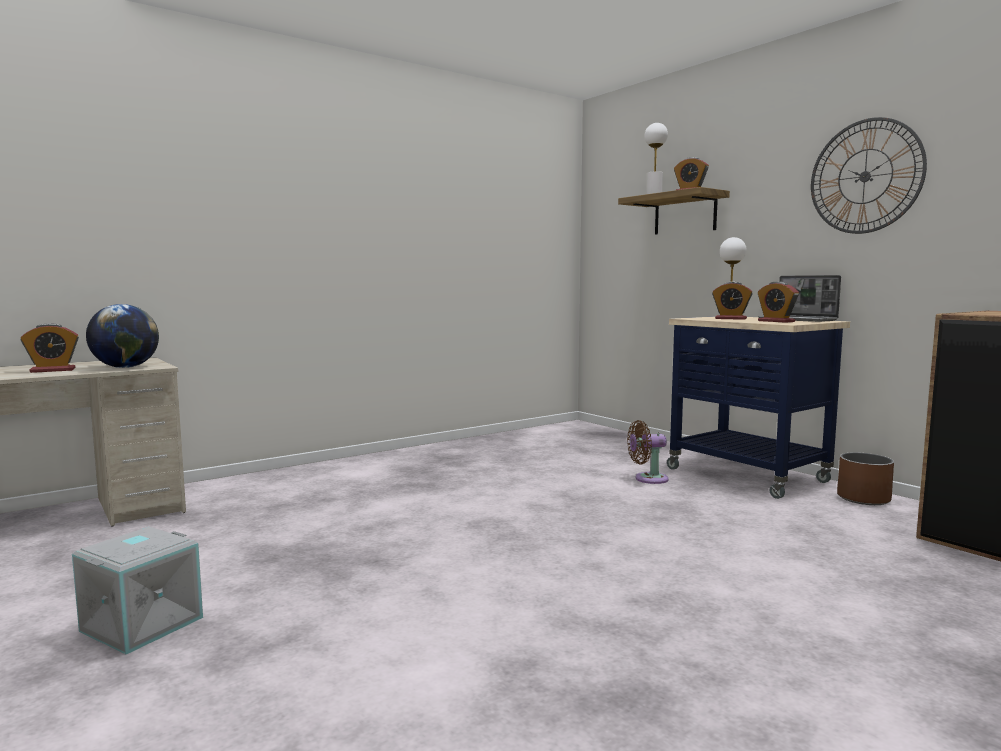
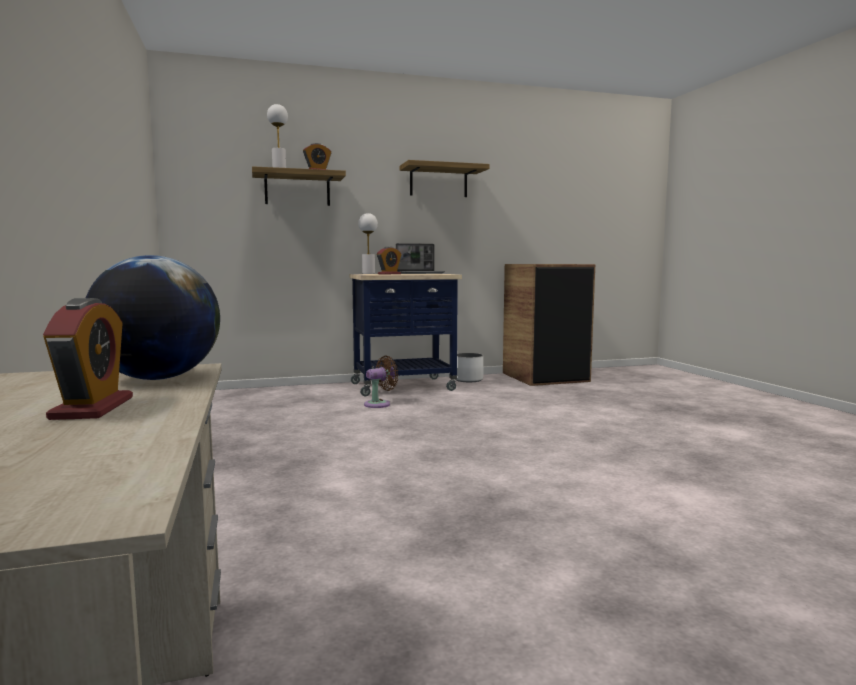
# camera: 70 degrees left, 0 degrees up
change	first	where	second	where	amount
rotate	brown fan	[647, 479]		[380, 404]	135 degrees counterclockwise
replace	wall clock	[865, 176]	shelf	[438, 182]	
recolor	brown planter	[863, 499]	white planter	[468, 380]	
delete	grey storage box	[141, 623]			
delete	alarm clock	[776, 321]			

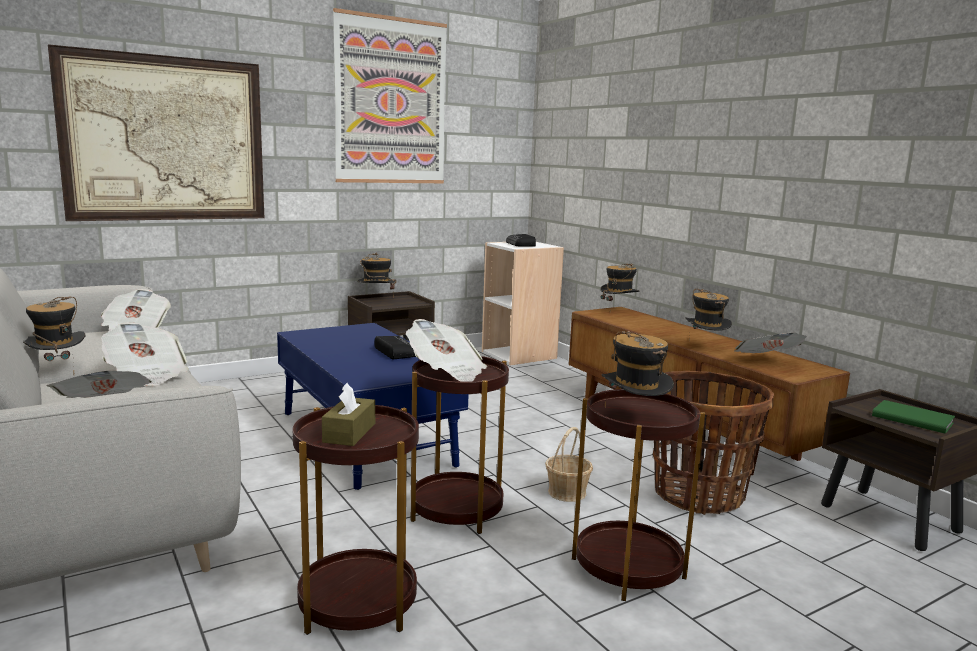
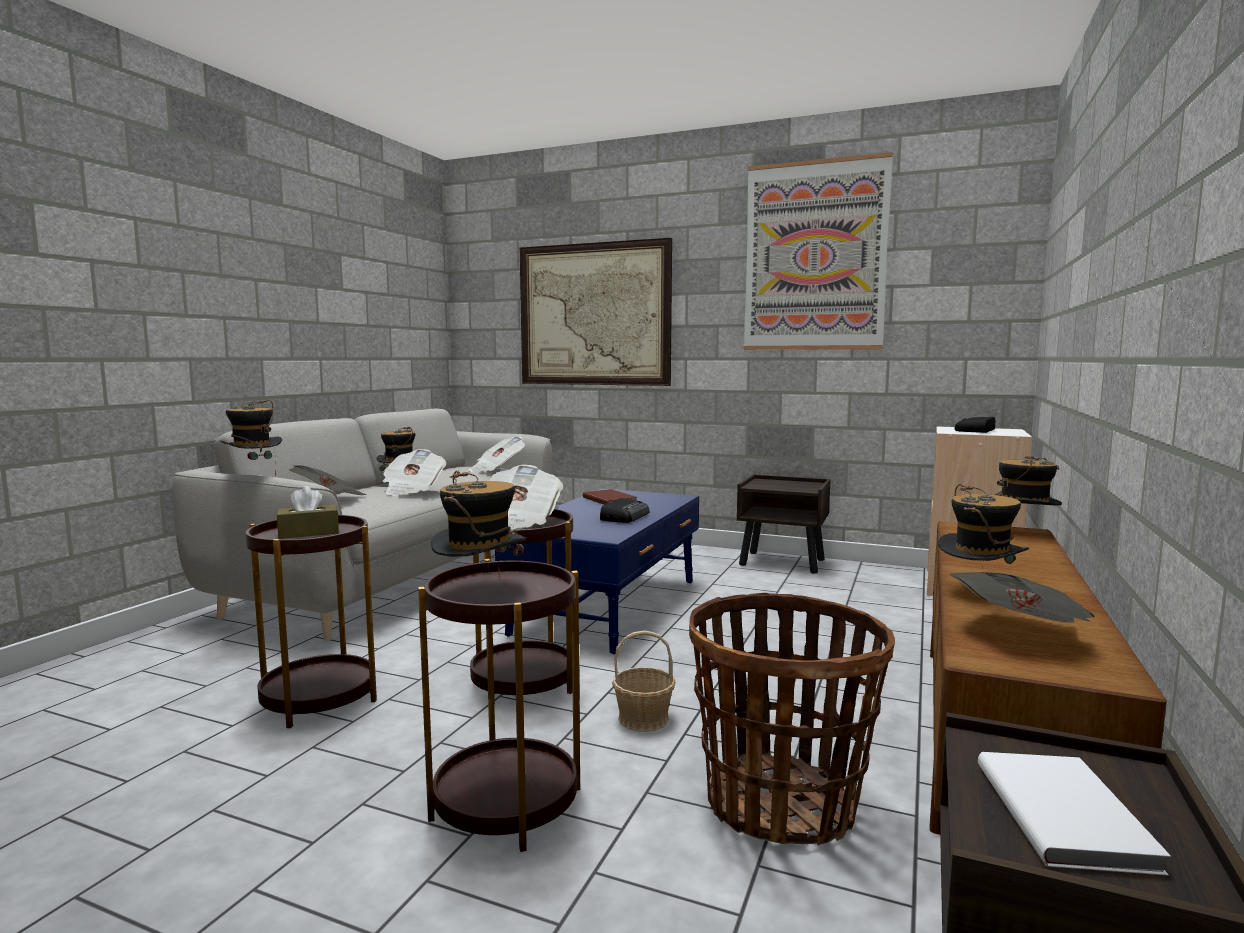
# camera: 55 degrees right, 5 degrees down
change	first	where	second	where	amount
move	hat	[376, 299]		[254, 474]	
insert			brown book	[610, 500]	
recolor	green book	[911, 419]	white book	[1065, 814]	

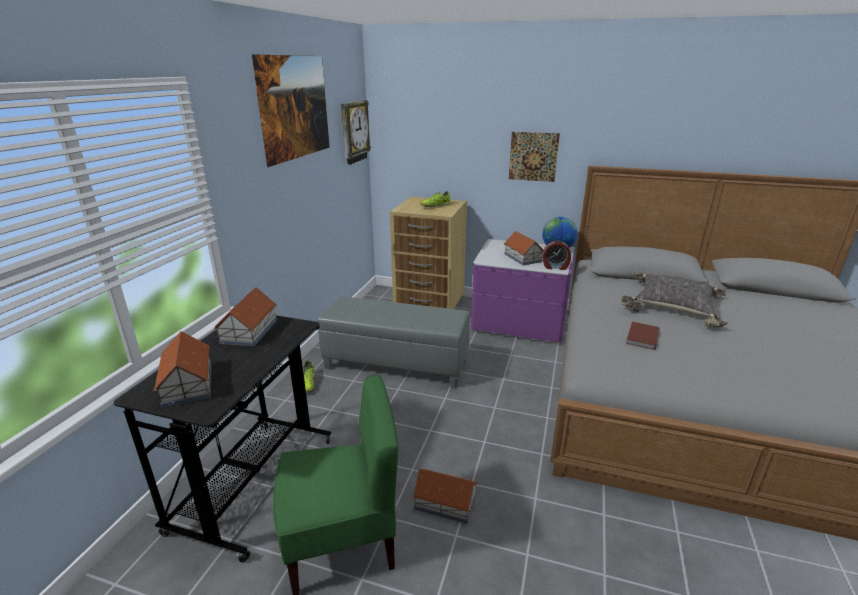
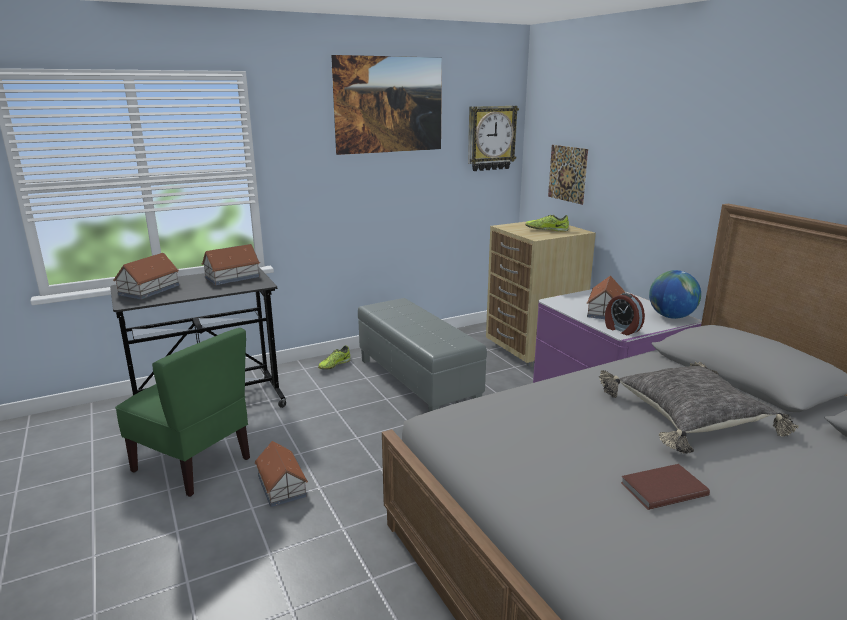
# camera: 45 degrees right, 5 degrees down
change	first	where	second	where	amount
move	picture	[533, 156]		[567, 173]	
move	brown book	[641, 337]		[661, 488]	

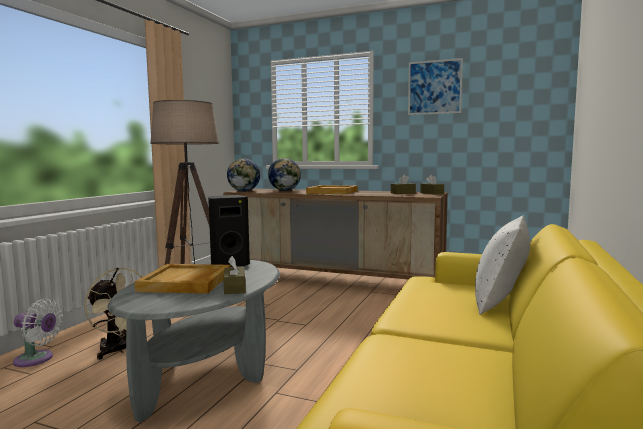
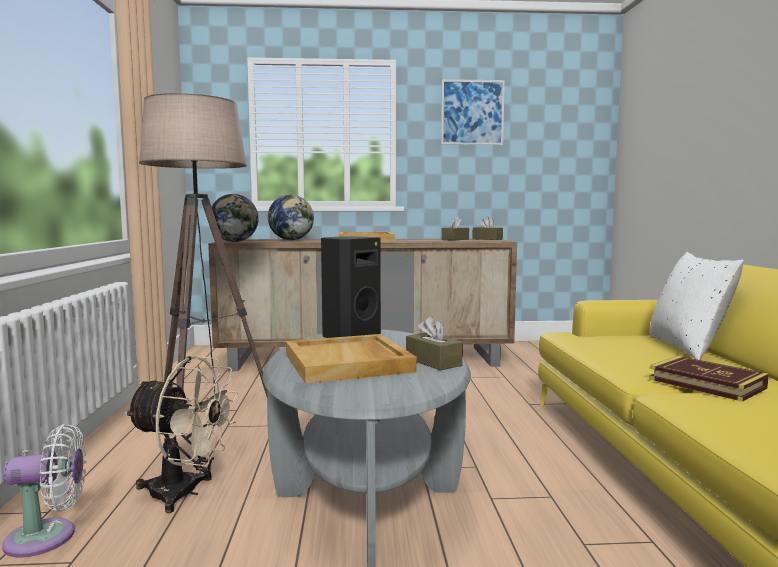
# camera: 25 degrees left, 0 degrees up
change	first	where	second	where	amount
insert			book	[706, 383]	

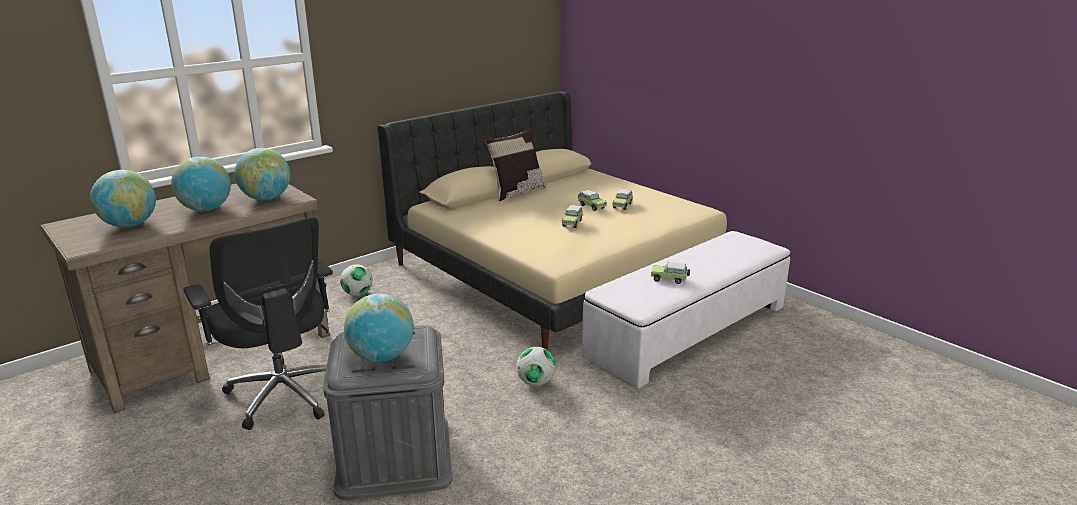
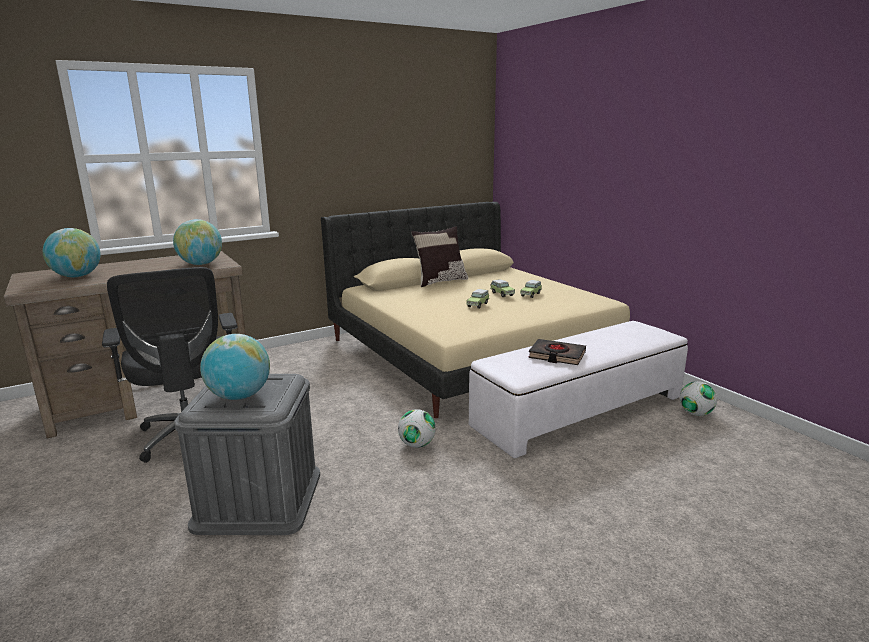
# camera: 10 degrees right, 5 degrees down
change	first	where	second	where	amount
replace	toy car	[670, 279]	black book	[556, 356]	
move	football	[358, 294]		[695, 413]	
delete	globe	[206, 209]			

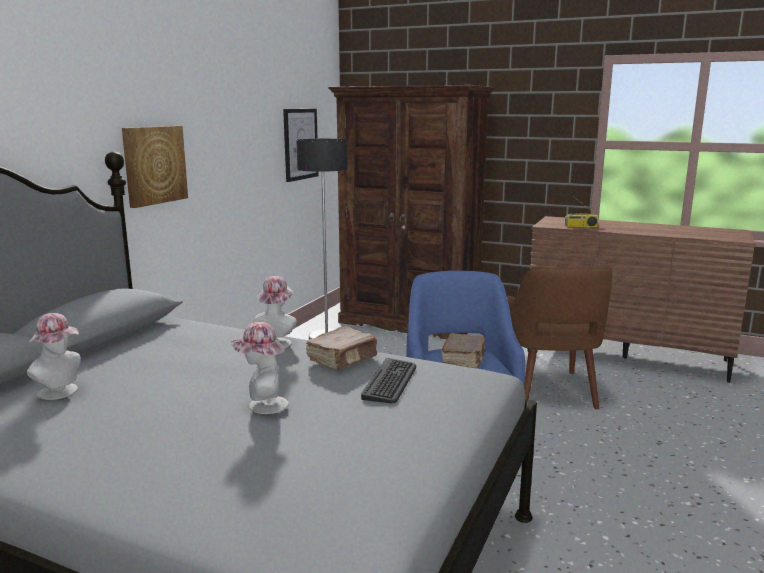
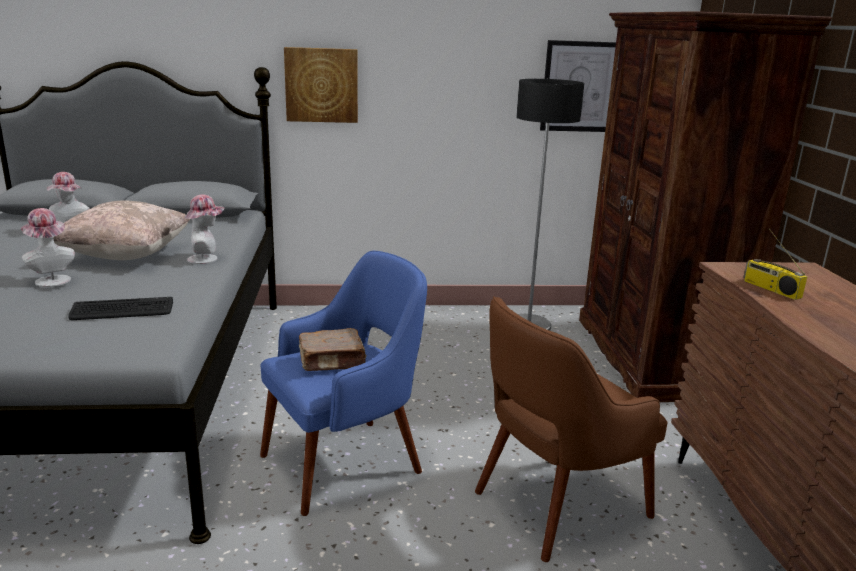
# camera: 60 degrees right, 5 degrees up
change	first	where	second	where	amount
insert			beige pillow	[126, 255]	
delete	brown book	[343, 359]			

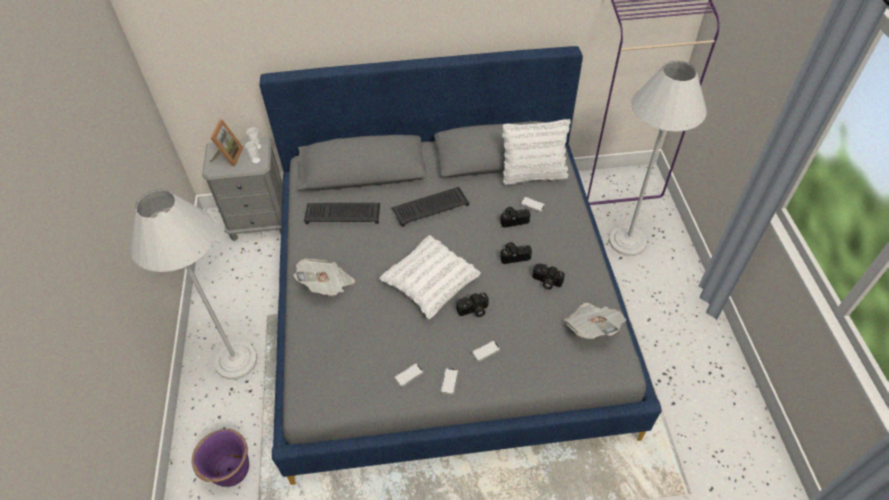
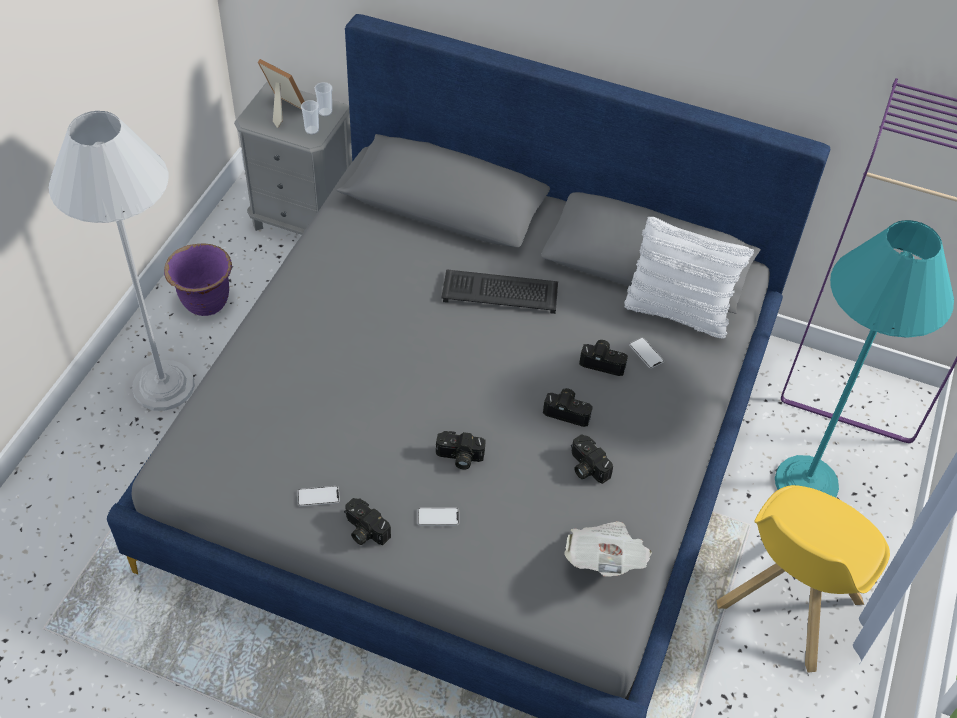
# camera: 25 degrees right, 0 degrees up
change	first	where	second	where	amount
move	purple planter	[231, 471]		[205, 302]	
rotate	picture frame	[228, 156]		[281, 110]	90 degrees counterclockwise
replace	phone	[449, 381]	photo camera	[364, 531]	
insert			yellow chair	[786, 606]	
recolor	white floor lamp	[627, 241]	turquoise floor lamp	[806, 483]	
delete	newspaper	[327, 285]			
delete	keyboard	[343, 213]			
delete	white pillow	[430, 282]			

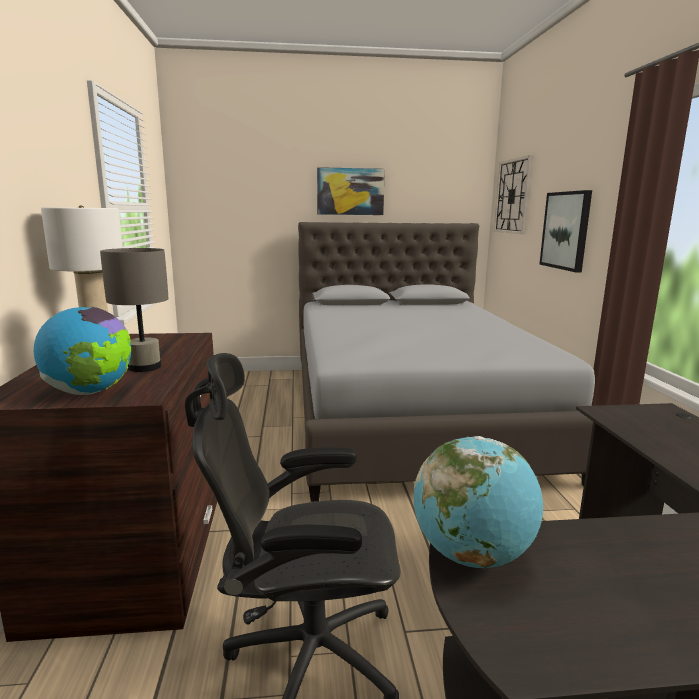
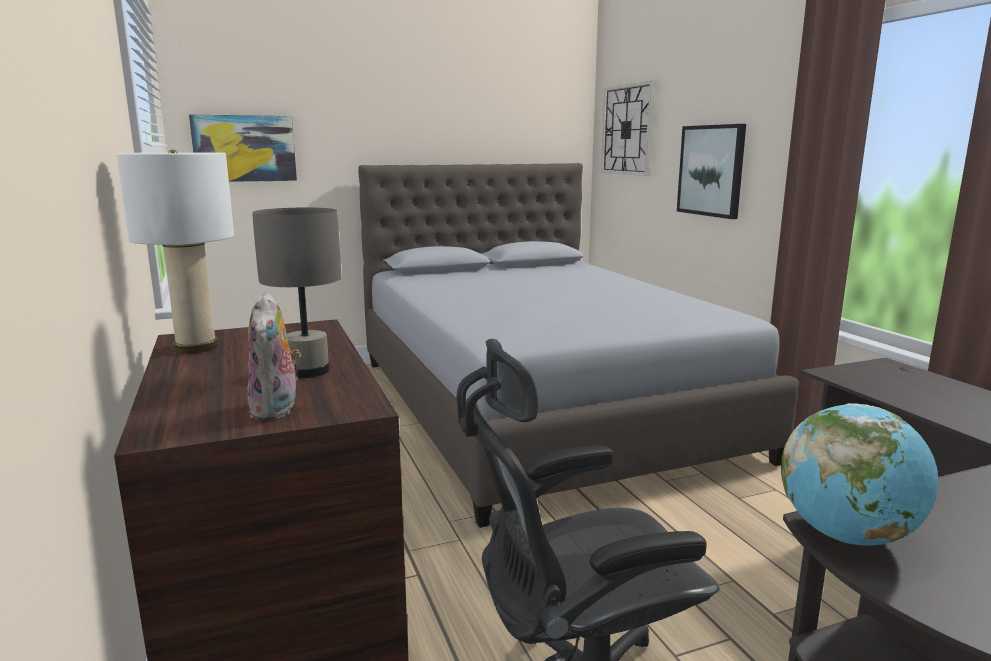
# camera: 15 degrees left, 0 degrees up
change	first	where	second	where	amount
move	picture	[350, 191]		[244, 148]	
replace	globe	[90, 392]	plush toy	[277, 410]	

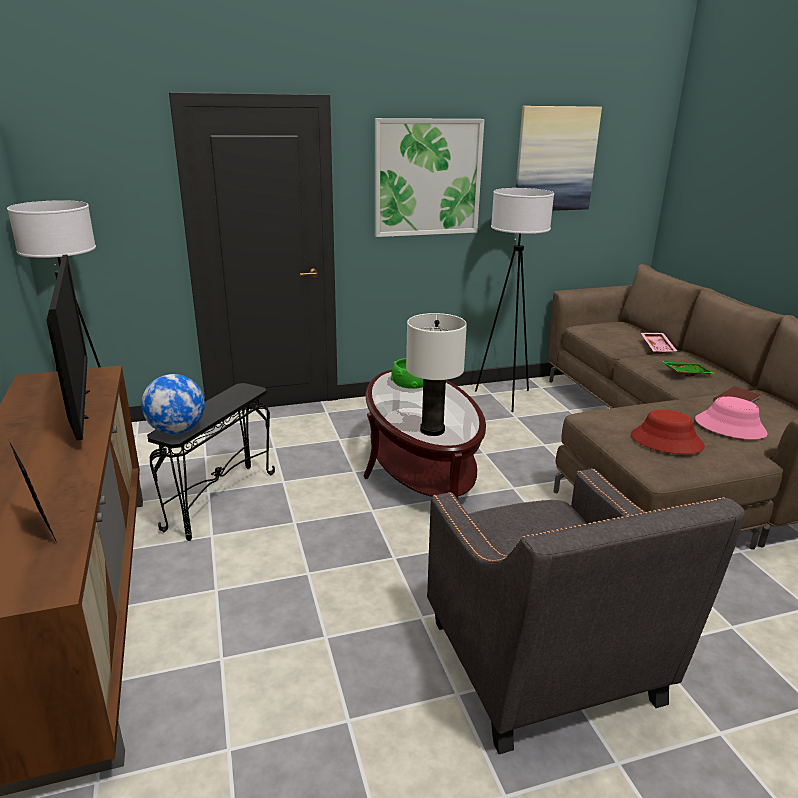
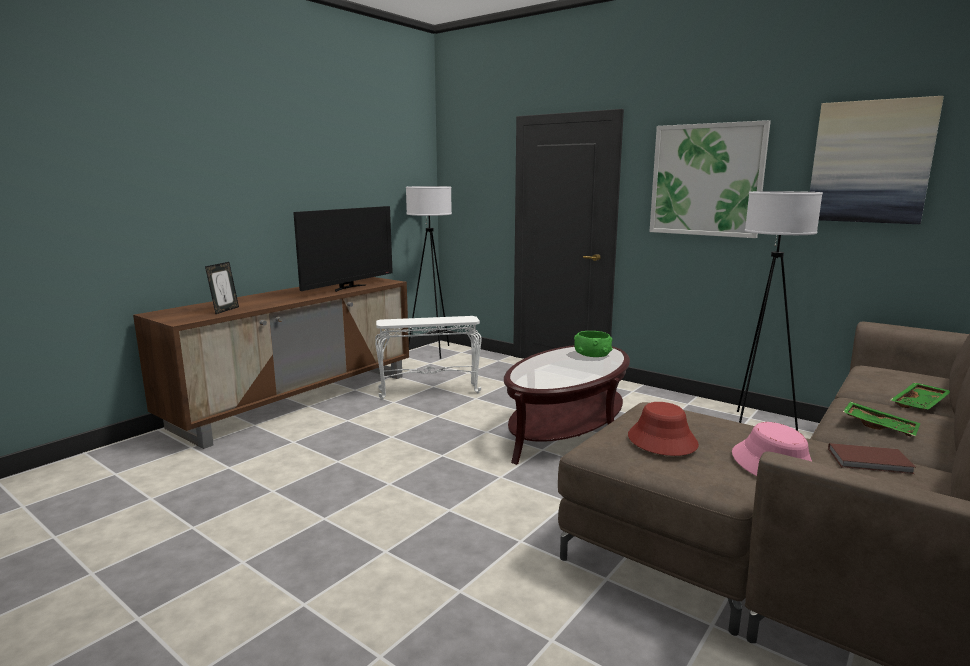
# camera: 55 degrees right, 10 degrees down
change	first	where	second	where	amount
recolor	black side table	[221, 501]	white side table	[429, 392]	
recolor	pink tray	[658, 347]	green tray	[920, 404]	
delete	globe	[177, 431]			
delete	white table lamp	[432, 430]			
delete	grey armchair	[544, 664]			

